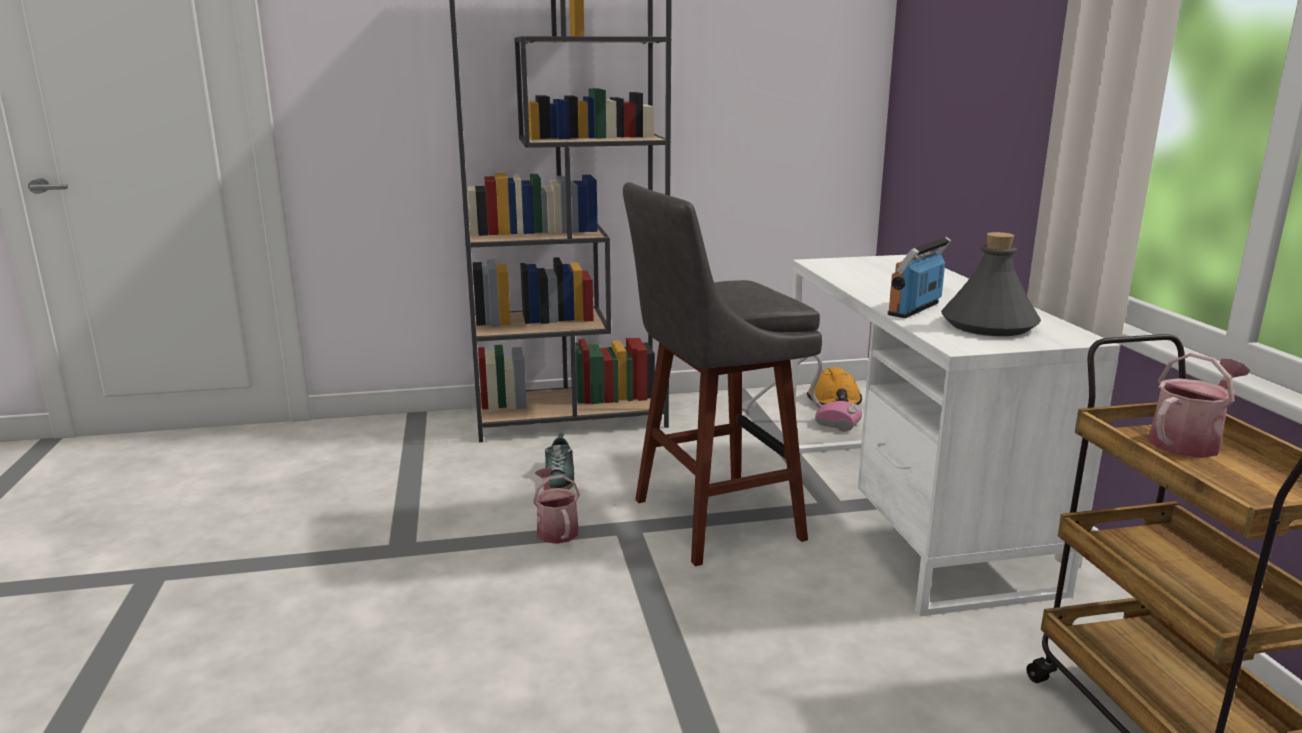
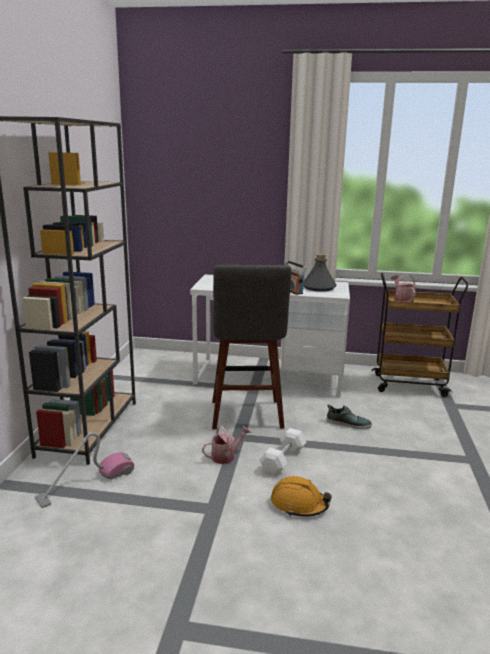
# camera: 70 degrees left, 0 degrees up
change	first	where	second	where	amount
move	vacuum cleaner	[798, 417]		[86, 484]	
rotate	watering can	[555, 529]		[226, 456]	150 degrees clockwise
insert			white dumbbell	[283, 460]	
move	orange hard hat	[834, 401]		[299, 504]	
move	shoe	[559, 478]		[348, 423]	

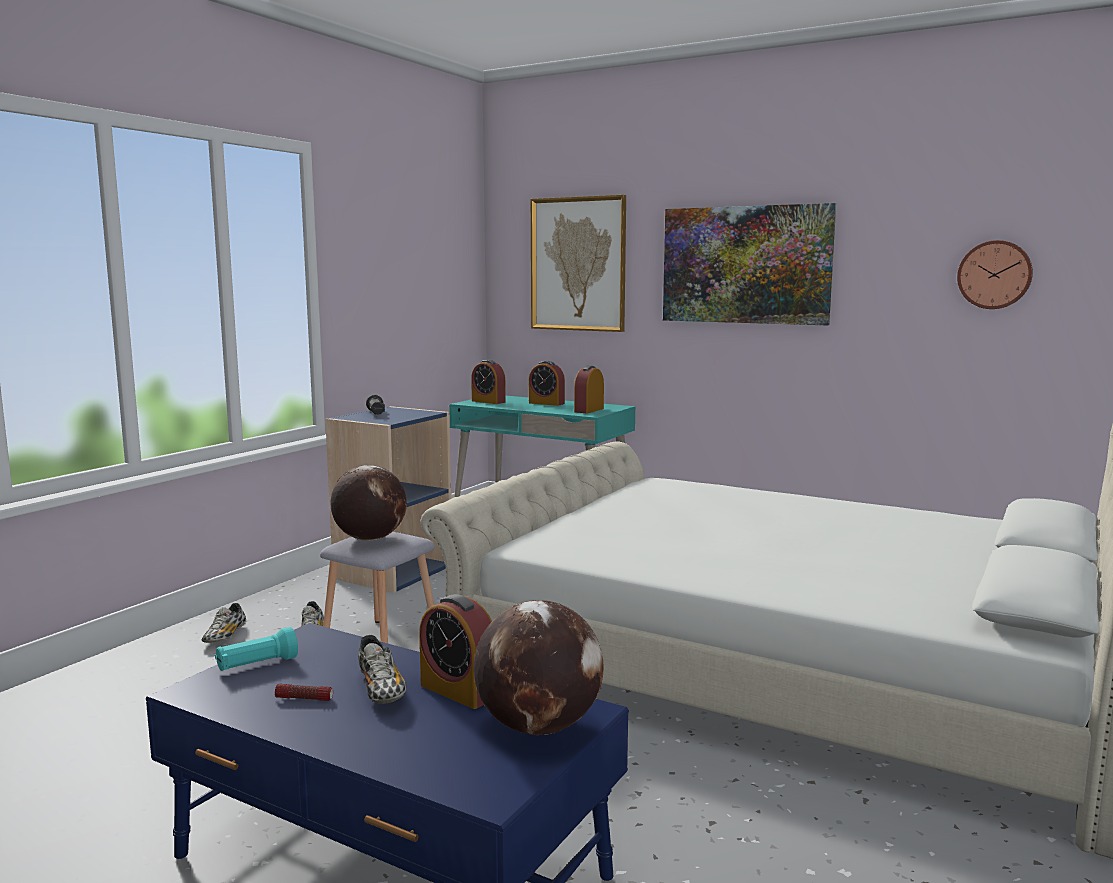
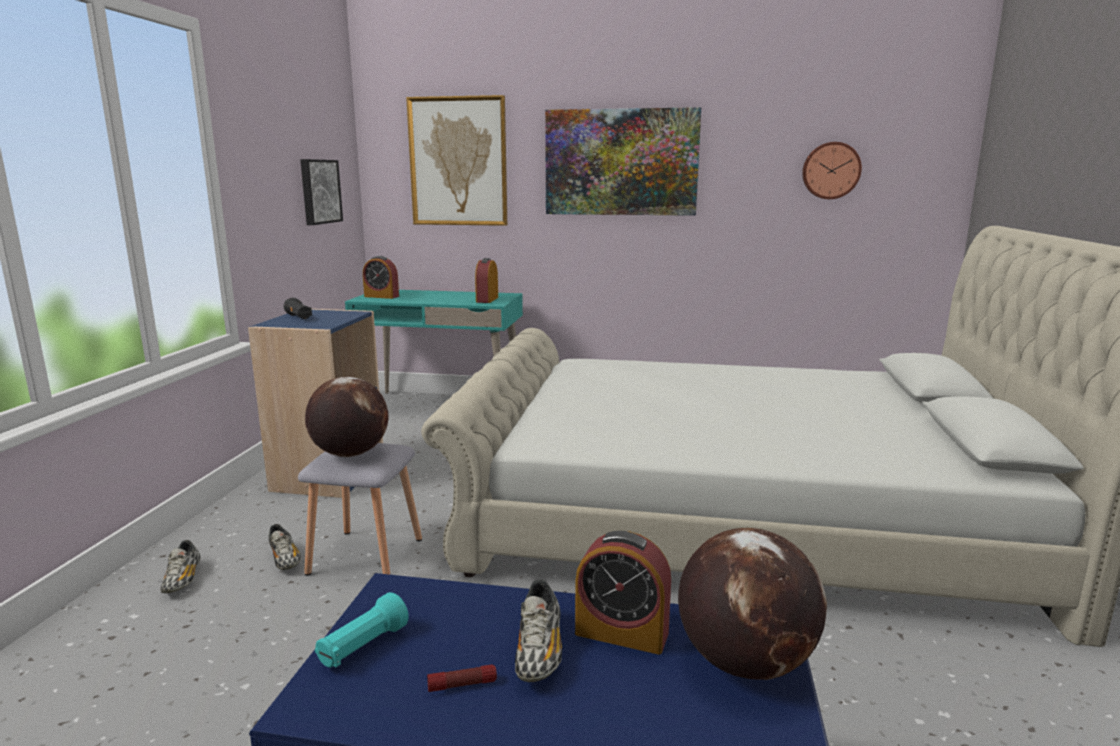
# camera: 20 degrees left, 5 degrees up
change	first	where	second	where	amount
insert			picture	[319, 191]	
rotate	shoe	[381, 690]		[539, 651]	45 degrees clockwise
delete	alarm clock	[546, 403]			

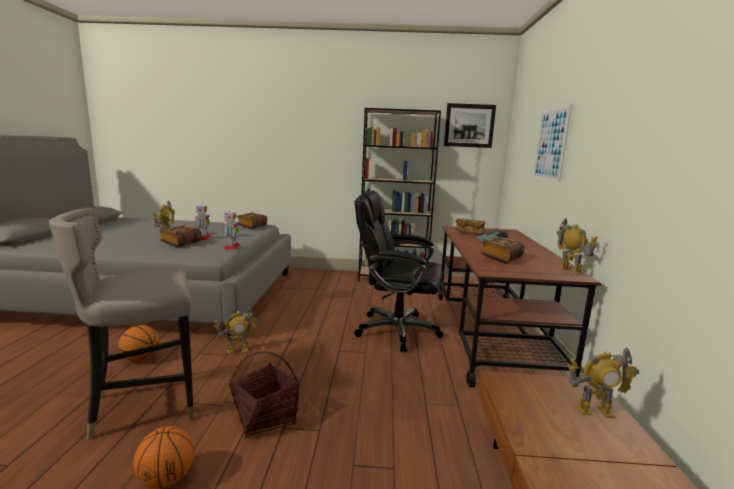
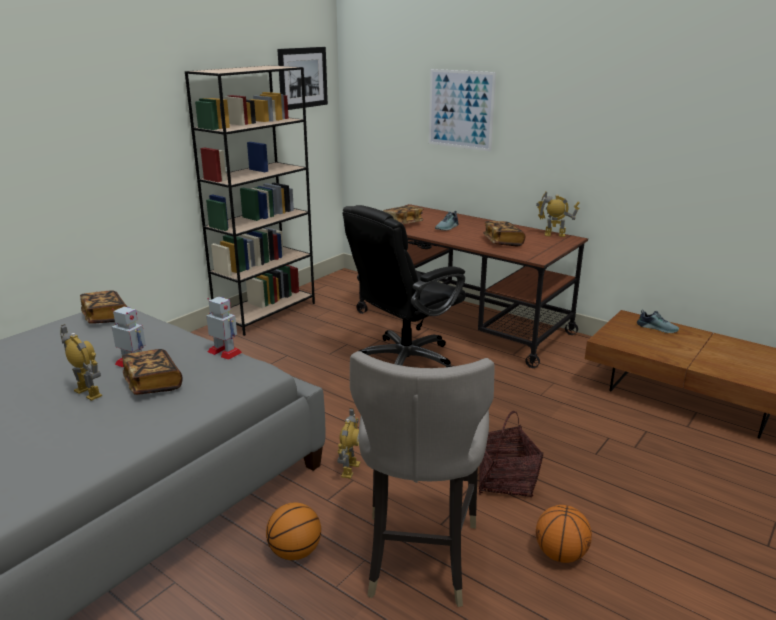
# camera: 55 degrees left, 10 degrees up
change	first	where	second	where	amount
replace	toy robot	[595, 411]	shoe	[657, 328]	

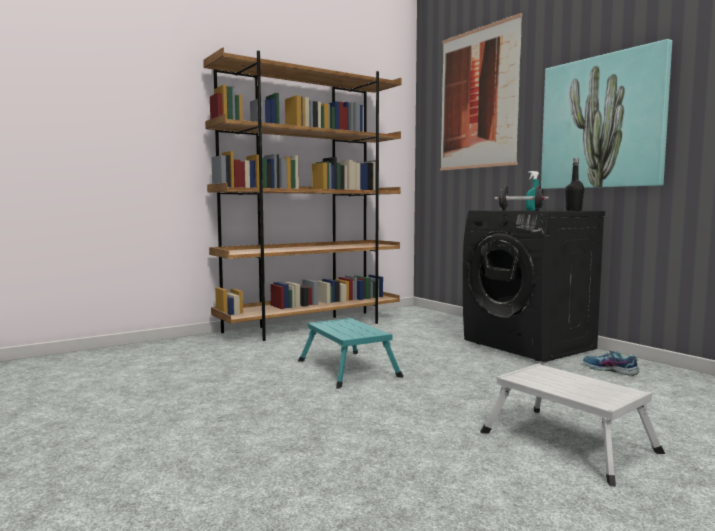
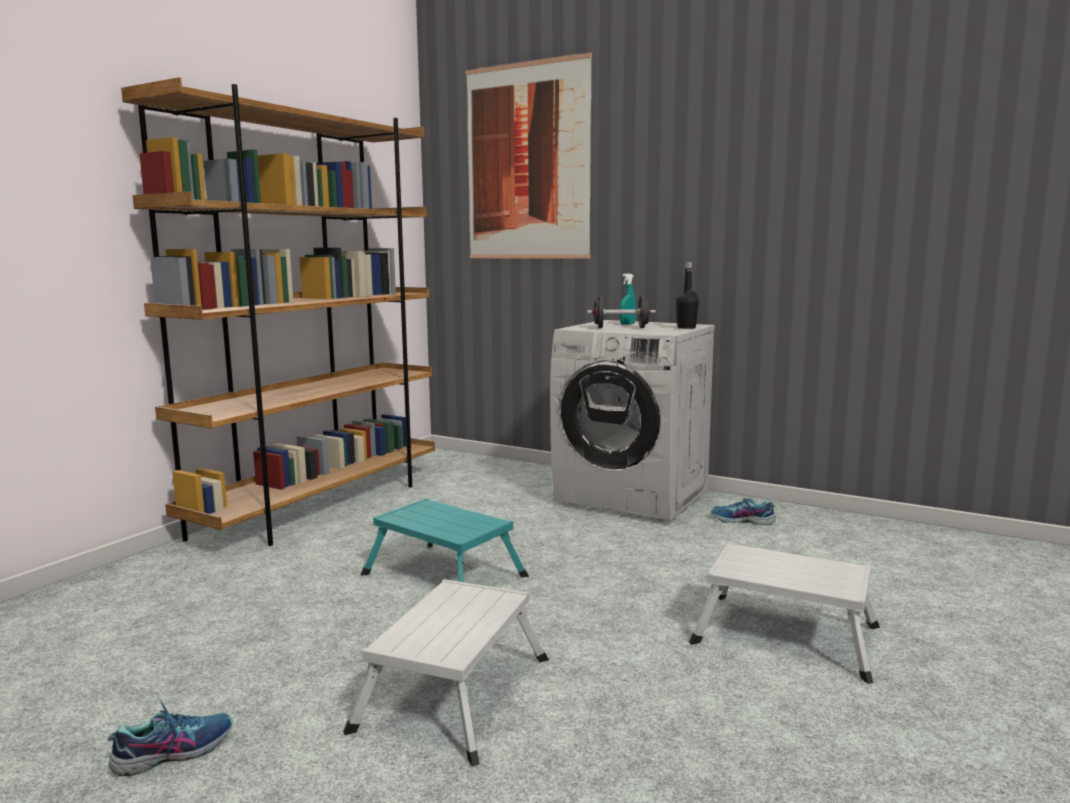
# camera: 25 degrees left, 5 degrees up
change	first	where	second	where	amount
insert			shoe	[174, 751]	
insert			white step ladder	[455, 692]	
recolor	black washing machine	[528, 347]	white washing machine	[632, 499]	
delete	picture	[602, 122]			

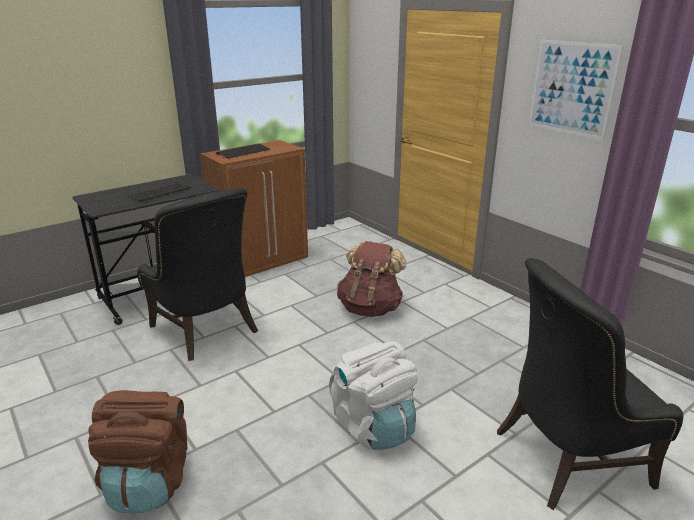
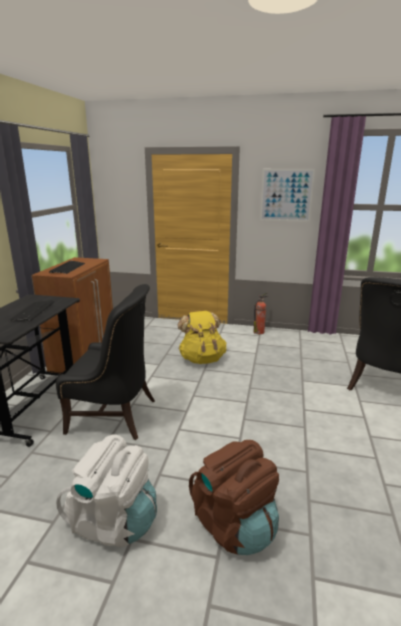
# camera: 40 degrees left, 5 degrees down
change	first	where	second	where	amount
move	white backpack	[373, 426]		[114, 521]	
recolor	brown backpack	[370, 308]	yellow backpack	[202, 359]	
insert			fire extinguisher	[259, 332]	

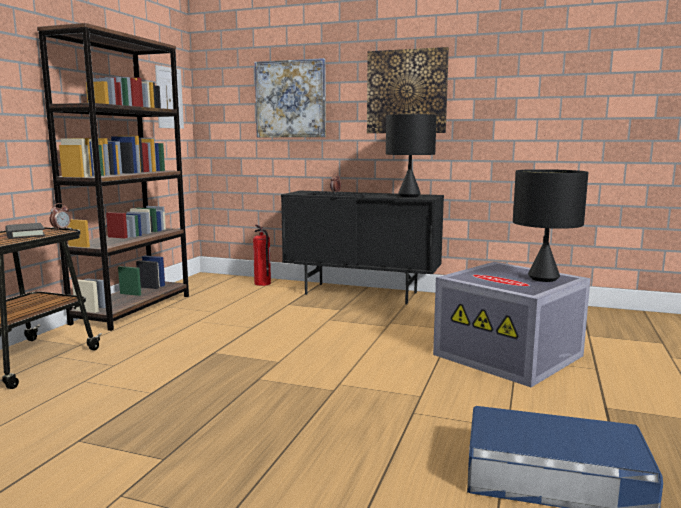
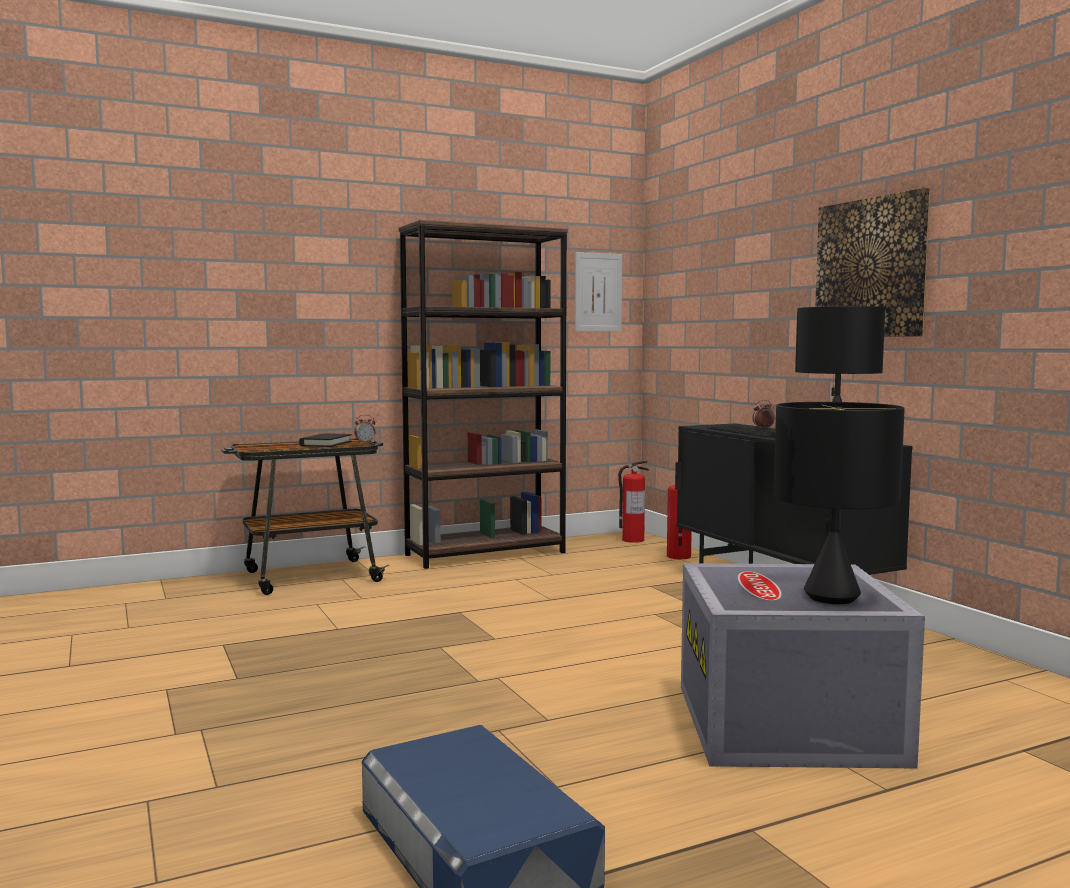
# camera: 45 degrees right, 5 degrees down
change	first	where	second	where	amount
insert			fire extinguisher	[632, 540]	
delete	picture	[290, 99]			

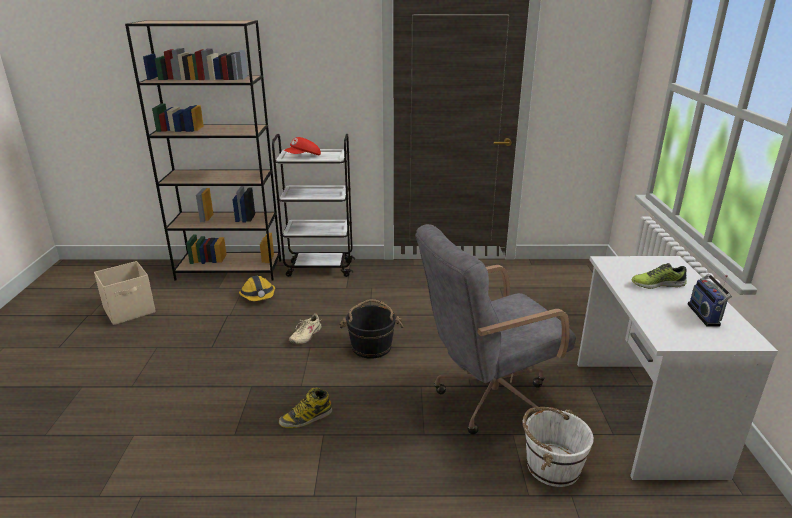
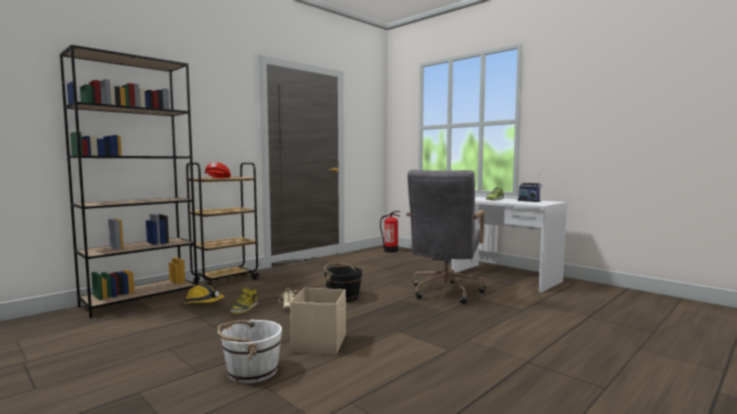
# camera: 45 degrees left, 20 degrees down
change	first	where	second	where	amount
recolor	white cart	[320, 268]	brown cart	[226, 281]	
move	white bucket	[551, 466]		[251, 371]	
move	boot	[306, 418]		[244, 308]	
move	beige storage box	[130, 310]		[320, 343]	
insert			fire extinguisher	[390, 251]	

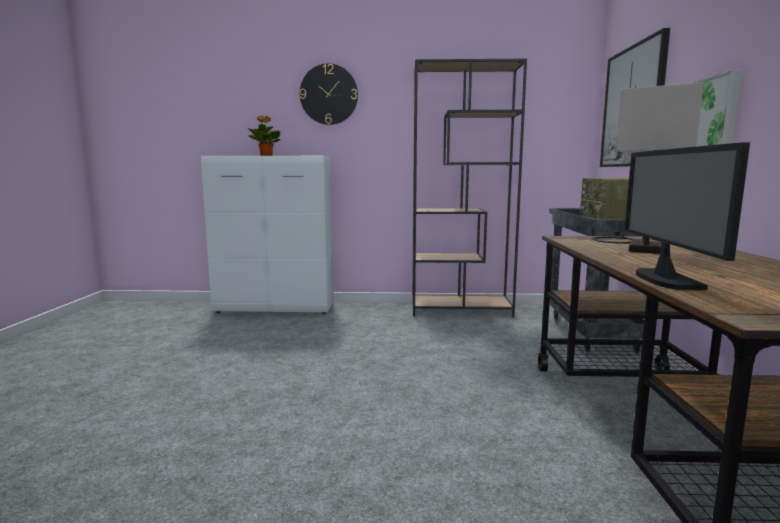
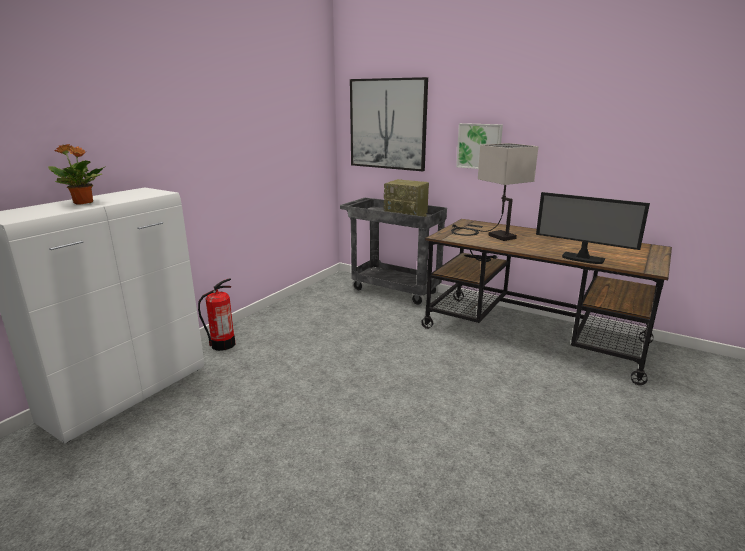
# camera: 60 degrees left, 10 degrees up
change	first	where	second	where	amount
insert			fire extinguisher	[222, 345]	
delete	wall clock	[329, 94]			
delete	bookcase	[461, 310]			

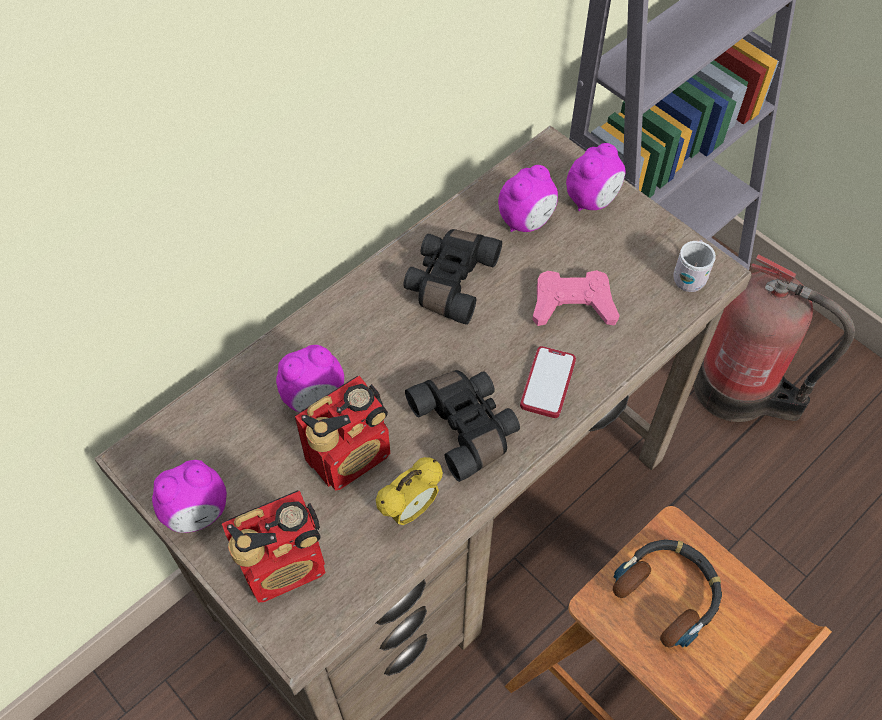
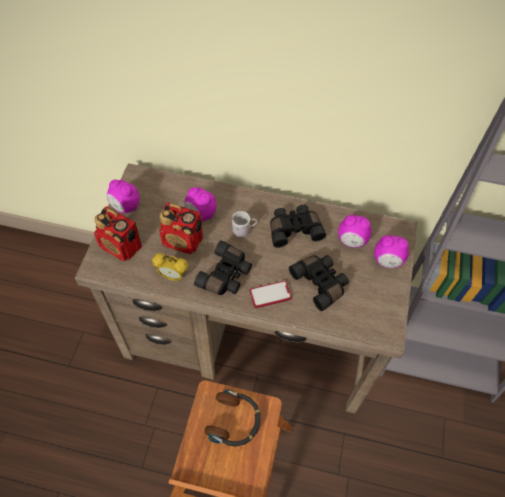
# camera: 55 degrees right, 0 degrees up
change	first	where	second	where	amount
move	white mug	[689, 277]		[243, 231]	
replace	pink game controller	[572, 304]	black binoculars	[320, 283]	
delete	fire extinguisher	[740, 391]			

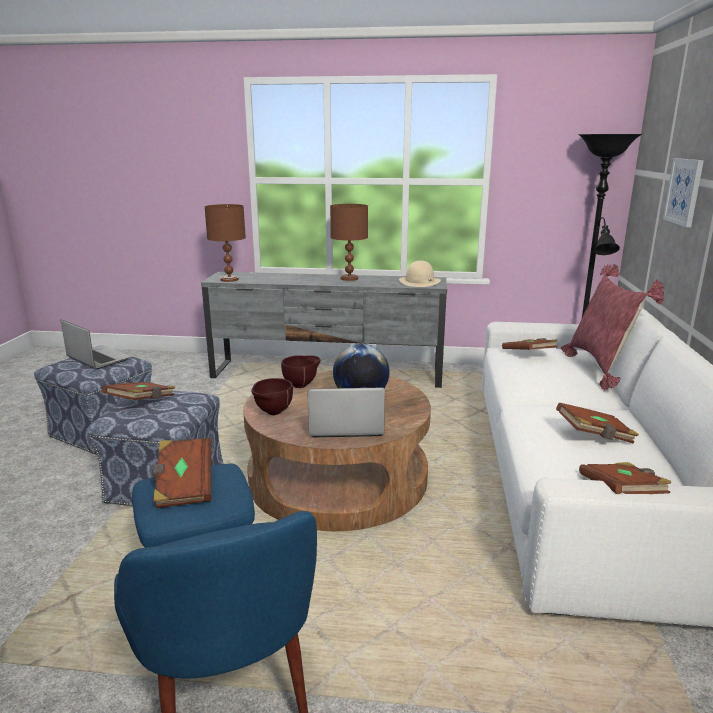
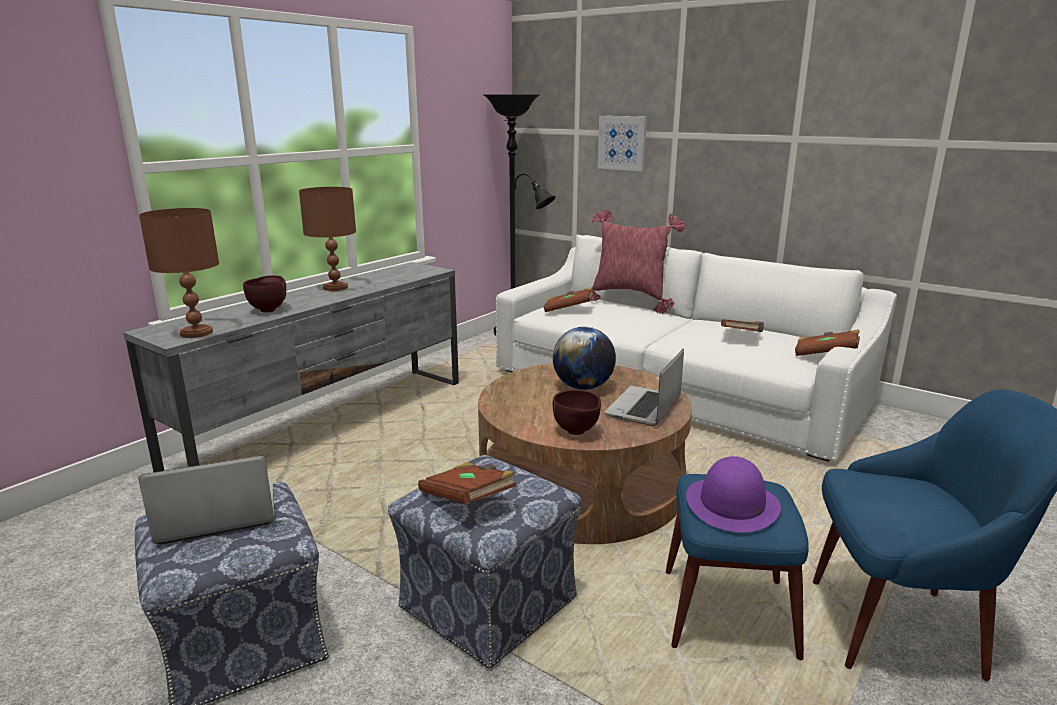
# camera: 60 degrees left, 0 degrees up
change	first	where	second	where	amount
move	brown bowl	[302, 385]		[269, 310]	
replace	brown book	[184, 486]	purple hat	[732, 504]	
delete	beige hat	[419, 282]			

